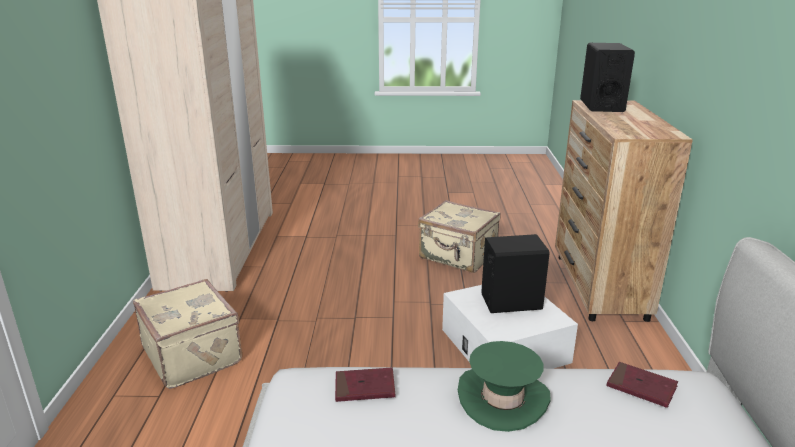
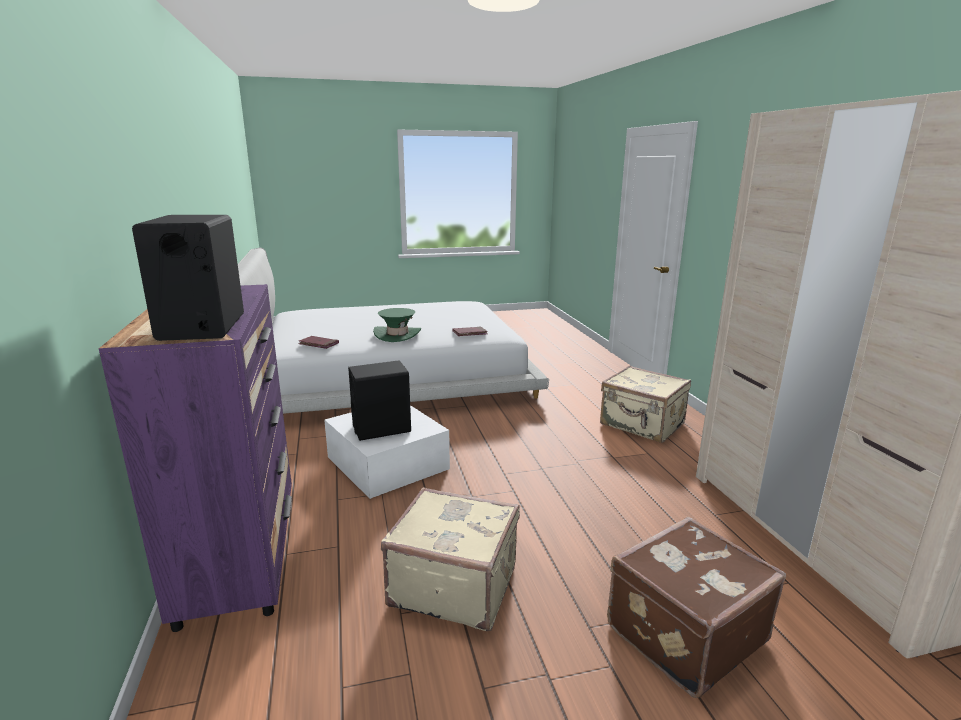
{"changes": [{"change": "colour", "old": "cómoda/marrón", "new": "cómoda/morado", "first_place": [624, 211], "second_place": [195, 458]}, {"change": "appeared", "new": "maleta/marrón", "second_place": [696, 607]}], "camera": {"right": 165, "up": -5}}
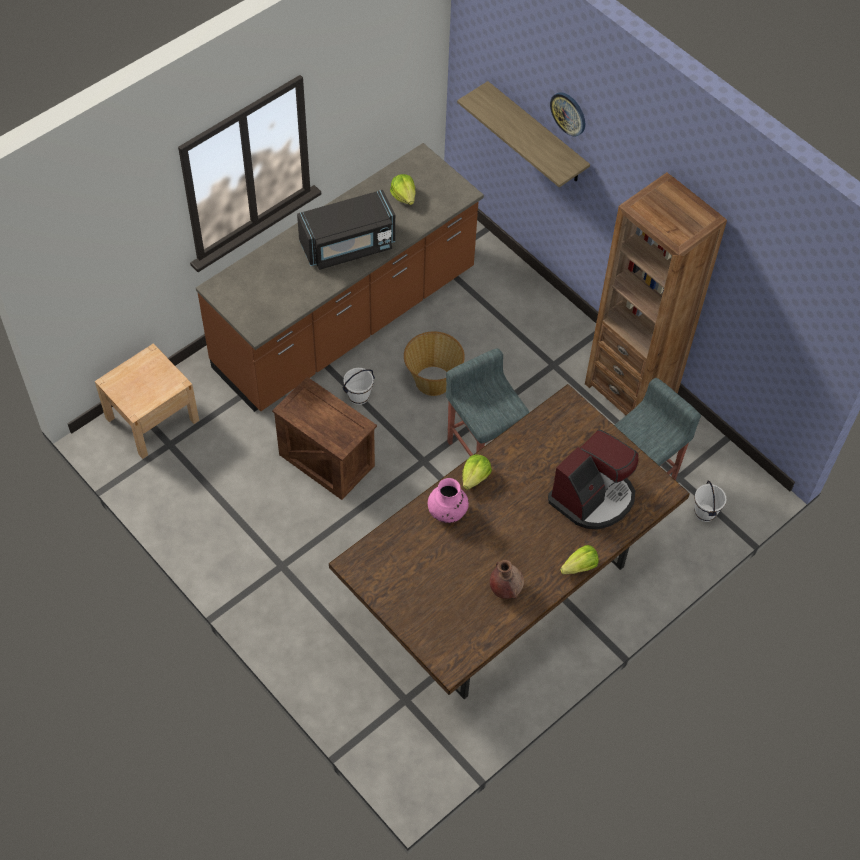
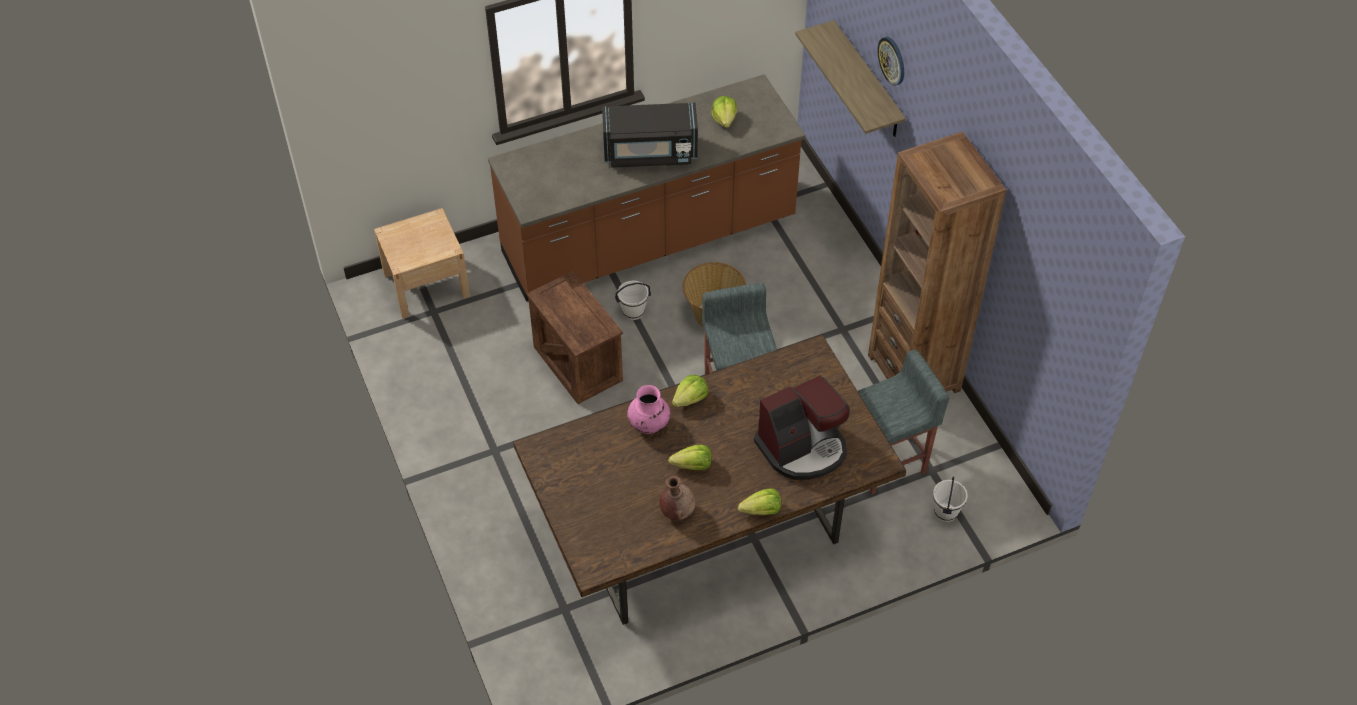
{"changes": [{"change": "appeared", "new": "lechuga", "second_place": [690, 457]}], "camera": {"right": 20, "up": -5}}
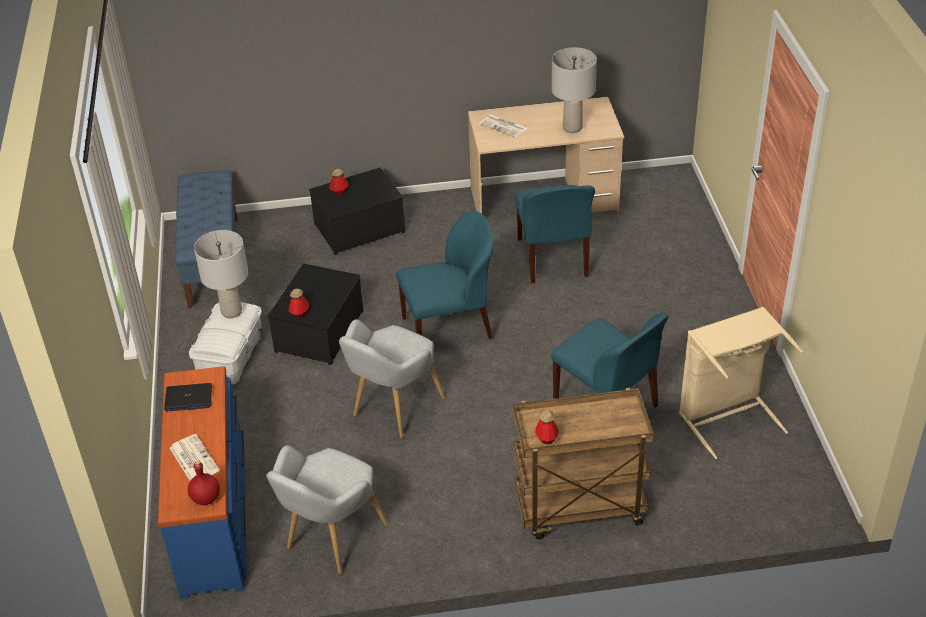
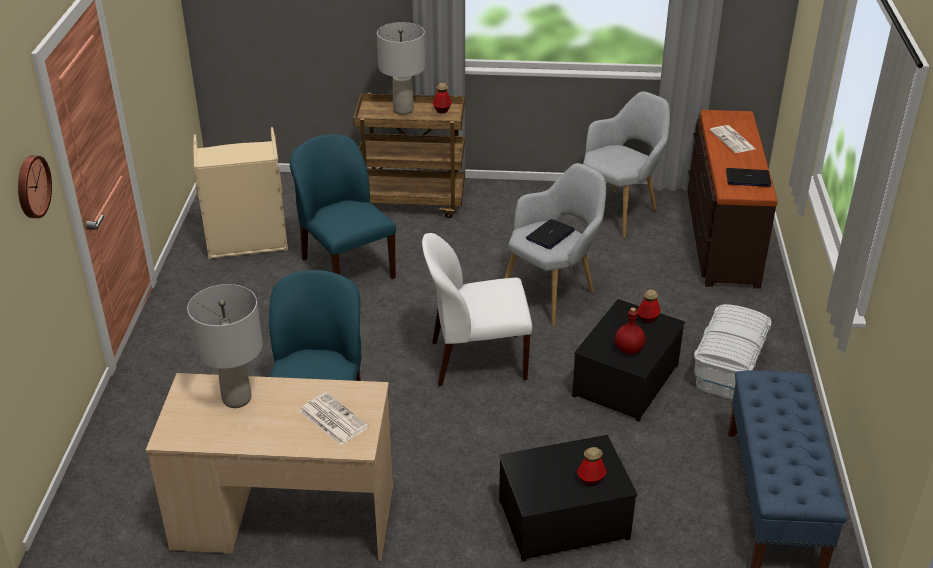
{"changes": [{"change": "colour", "old": "cómoda/azul", "new": "cómoda/marrón", "first_place": [202, 482], "second_place": [732, 199]}, {"change": "relocated", "old": "botella/rojo", "first_place": [204, 482], "second_place": [630, 331]}, {"change": "relocated", "old": "lámpara de mesa/gris", "first_place": [221, 274], "second_place": [401, 68]}, {"change": "colour", "old": "silla/azul", "new": "silla/blanco", "first_place": [445, 275], "second_place": [477, 309]}, {"change": "appeared", "new": "reloj de pared", "second_place": [35, 187]}, {"change": "appeared", "new": "portátil", "second_place": [550, 234]}], "camera": {"right": -170, "up": -5}}
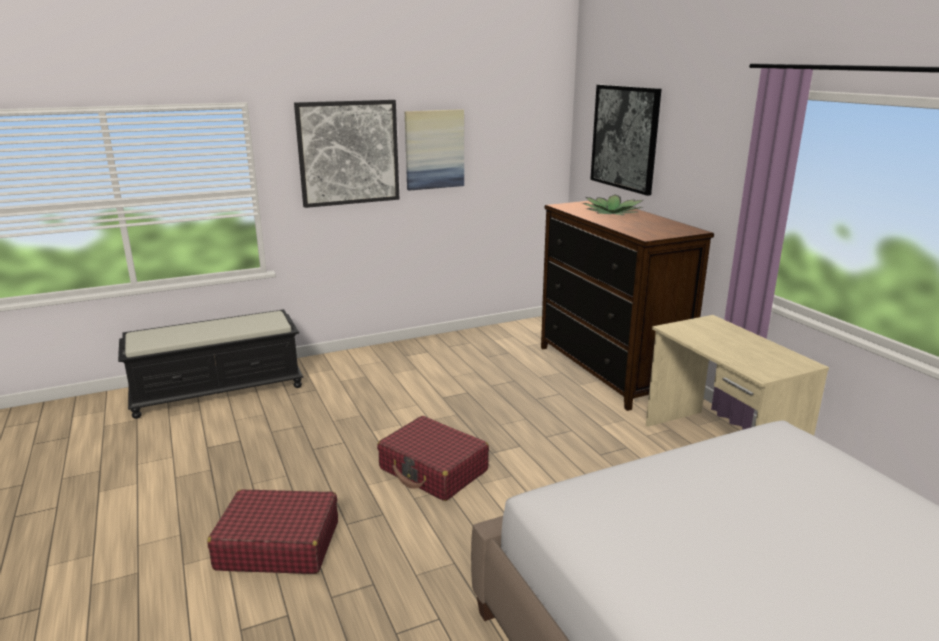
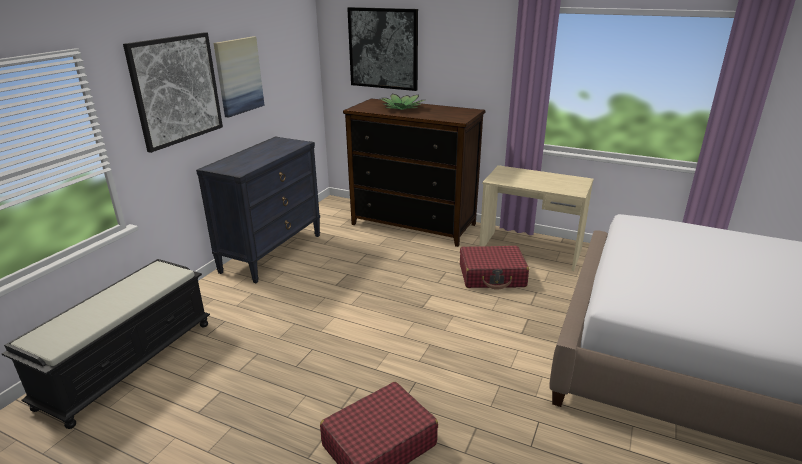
{"changes": [{"change": "relocated", "old": "maleta/rojo", "first_place": [433, 458], "second_place": [494, 268]}, {"change": "appeared", "new": "cómoda/negro", "second_place": [258, 209]}], "camera": {"right": -40, "up": 5}}
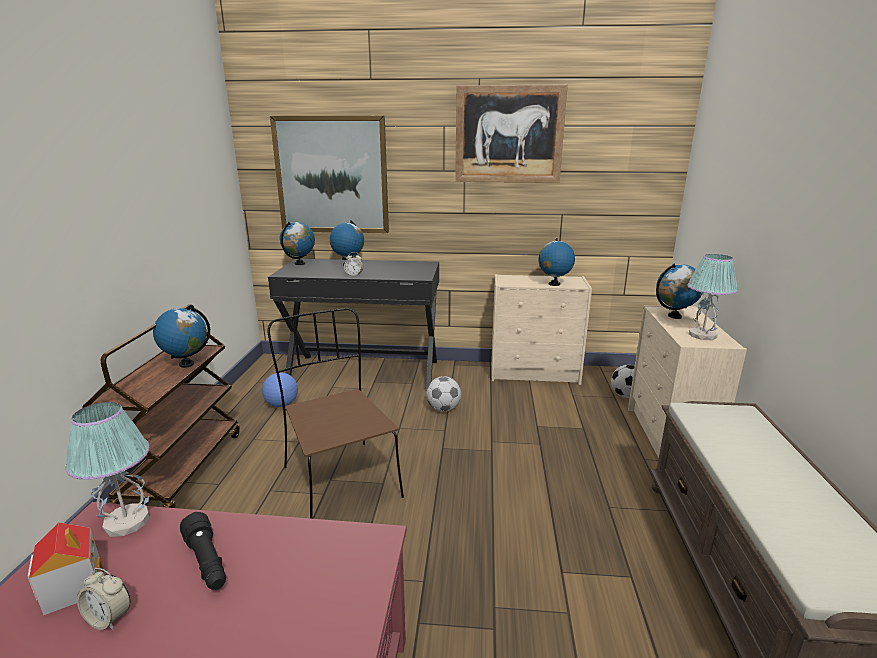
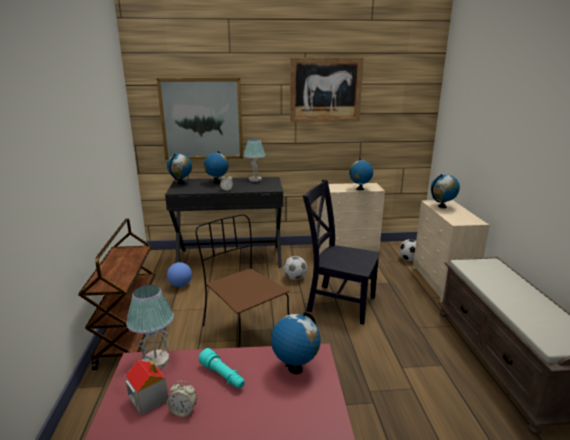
{"changes": [{"change": "relocated", "old": "globo terráqueo", "first_place": [181, 336], "second_place": [296, 343]}, {"change": "colour", "old": "linterna/negro", "new": "linterna/turquesa", "first_place": [203, 551], "second_place": [222, 368]}, {"change": "relocated", "old": "lámpara de mesa", "first_place": [713, 297], "second_place": [254, 160]}, {"change": "appeared", "new": "silla/negro", "second_place": [341, 252]}], "camera": {"right": -10, "up": 0}}
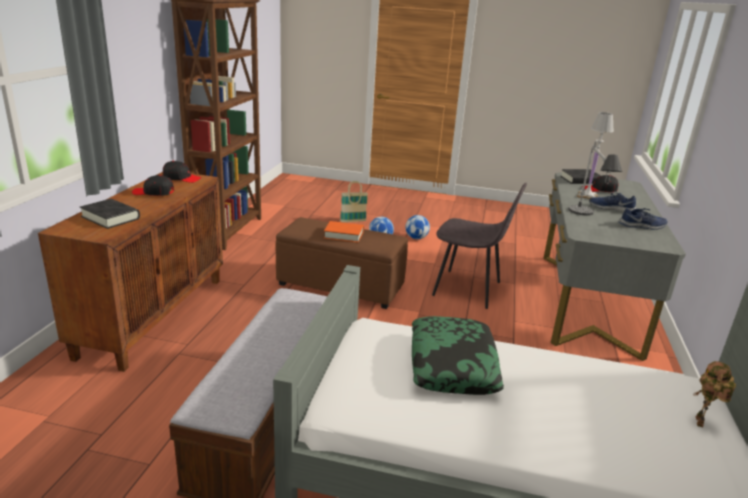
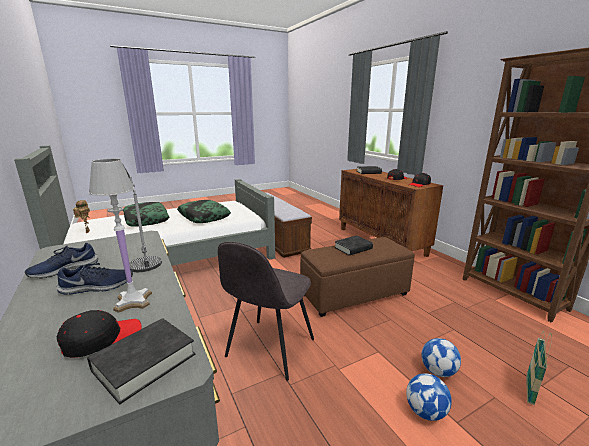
{"changes": [{"change": "colour", "old": "libro/naranja", "new": "libro/negro", "first_place": [344, 232], "second_place": [353, 245]}, {"change": "spun", "old": "silla/gris", "first_place": [479, 246], "second_place": [266, 311], "degrees": -45}, {"change": "appeared", "new": "cojín", "second_place": [146, 214]}], "camera": {"right": 140, "up": -5}}
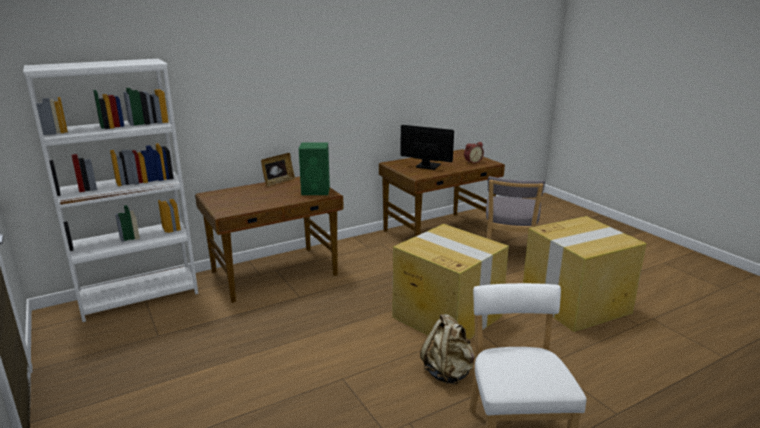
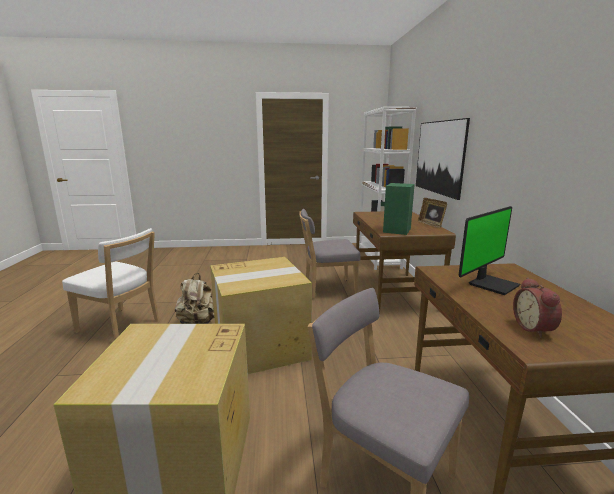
{"changes": [{"change": "appeared", "new": "silla/gris", "second_place": [330, 253]}, {"change": "appeared", "new": "cuadro", "second_place": [443, 159]}], "camera": {"right": 115, "up": -5}}
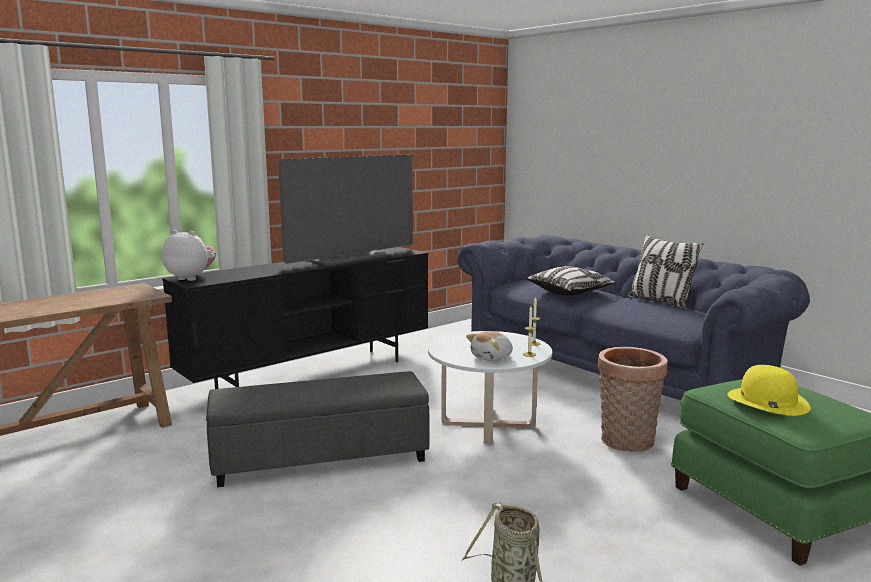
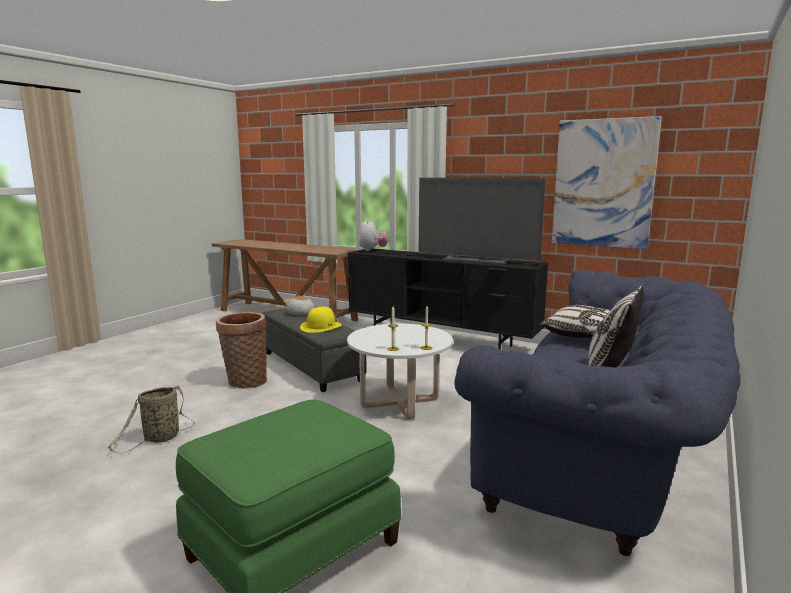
{"changes": [{"change": "relocated", "old": "peluche", "first_place": [489, 346], "second_place": [299, 305]}, {"change": "relocated", "old": "cesta", "first_place": [633, 399], "second_place": [241, 350]}, {"change": "relocated", "old": "sombrero/amarillo", "first_place": [769, 390], "second_place": [321, 320]}, {"change": "appeared", "new": "cuadro", "second_place": [607, 182]}], "camera": {"right": 70, "up": 0}}
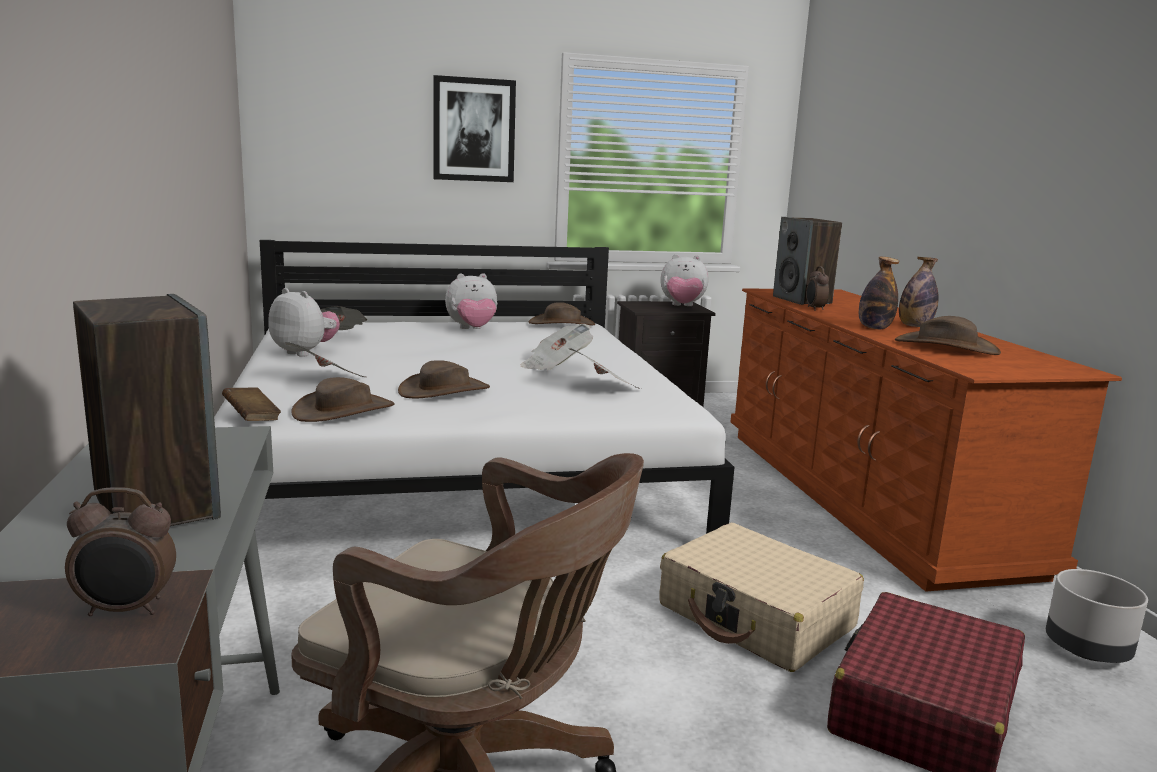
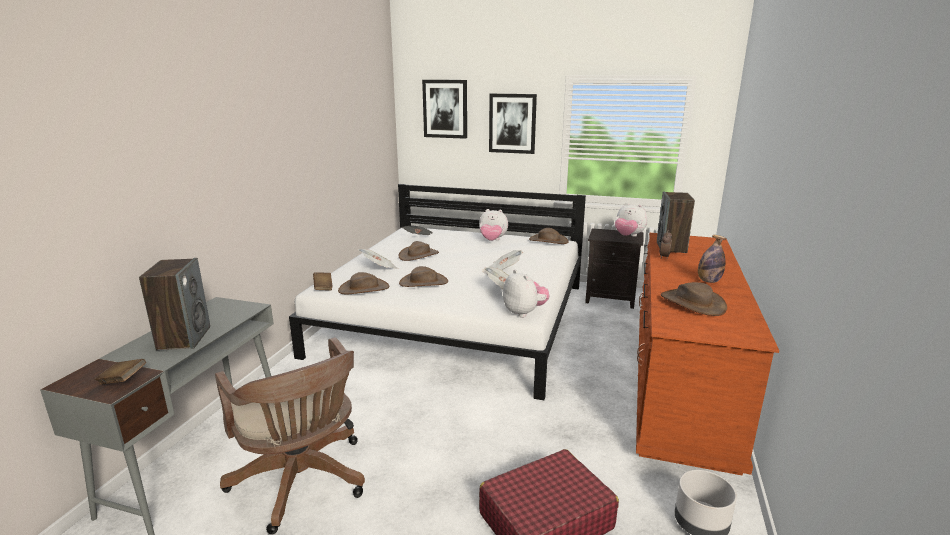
{"changes": [{"change": "exchanged", "old": "despertador", "new": "libro/marrón", "first_place": [120, 551], "second_place": [120, 372]}, {"change": "relocated", "old": "peluche", "first_place": [304, 322], "second_place": [526, 294]}, {"change": "missing", "old": "maleta/beis", "first_place": [761, 597]}, {"change": "missing", "old": "botella", "first_place": [879, 293]}, {"change": "appeared", "new": "sombrero/marrón", "second_place": [418, 251]}, {"change": "appeared", "new": "cuadro", "second_place": [444, 109]}], "camera": {"right": 30, "up": 5}}
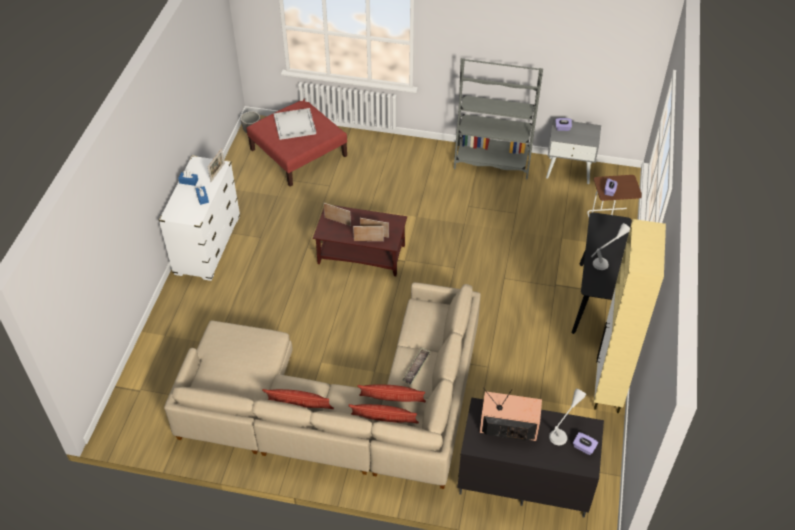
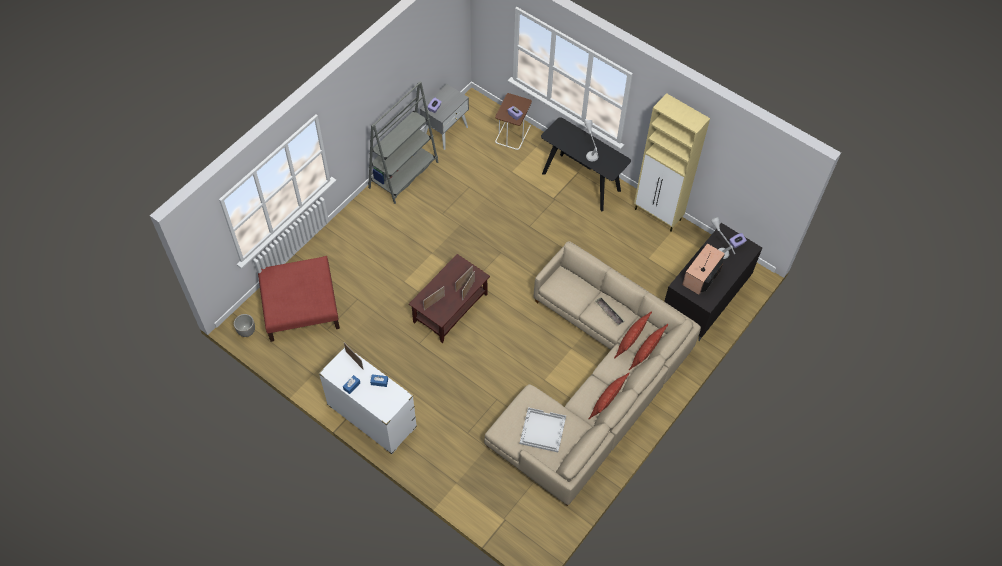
{"changes": [{"change": "relocated", "old": "bandeja/blanco", "first_place": [295, 124], "second_place": [543, 429]}], "camera": {"right": -65, "up": 10}}
